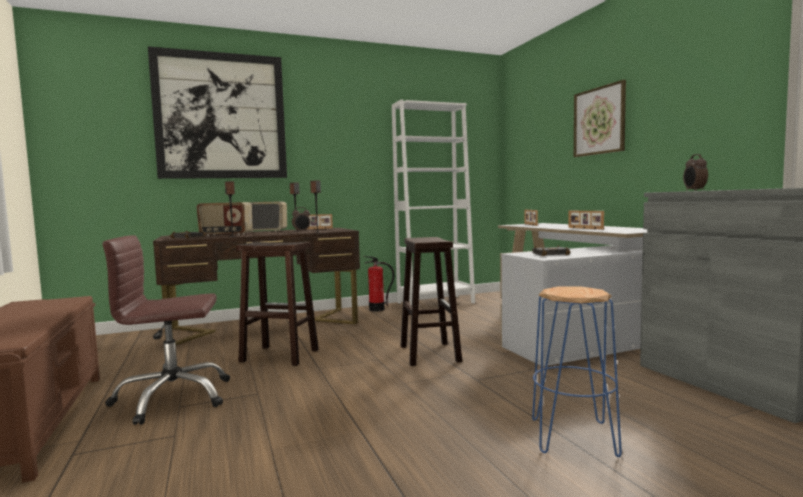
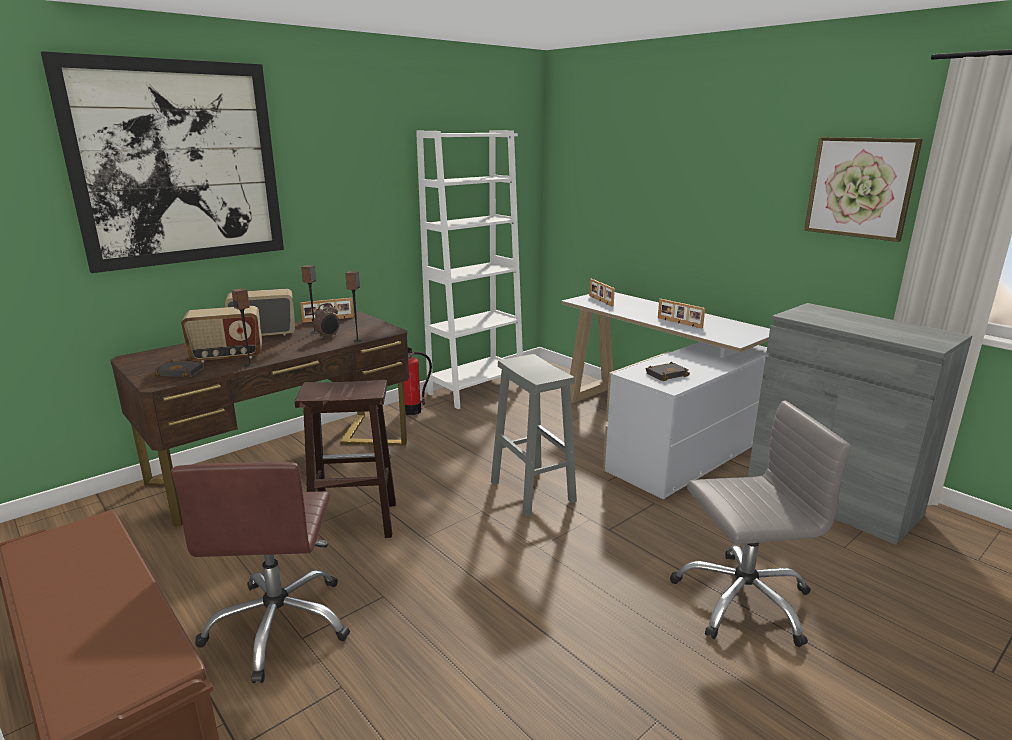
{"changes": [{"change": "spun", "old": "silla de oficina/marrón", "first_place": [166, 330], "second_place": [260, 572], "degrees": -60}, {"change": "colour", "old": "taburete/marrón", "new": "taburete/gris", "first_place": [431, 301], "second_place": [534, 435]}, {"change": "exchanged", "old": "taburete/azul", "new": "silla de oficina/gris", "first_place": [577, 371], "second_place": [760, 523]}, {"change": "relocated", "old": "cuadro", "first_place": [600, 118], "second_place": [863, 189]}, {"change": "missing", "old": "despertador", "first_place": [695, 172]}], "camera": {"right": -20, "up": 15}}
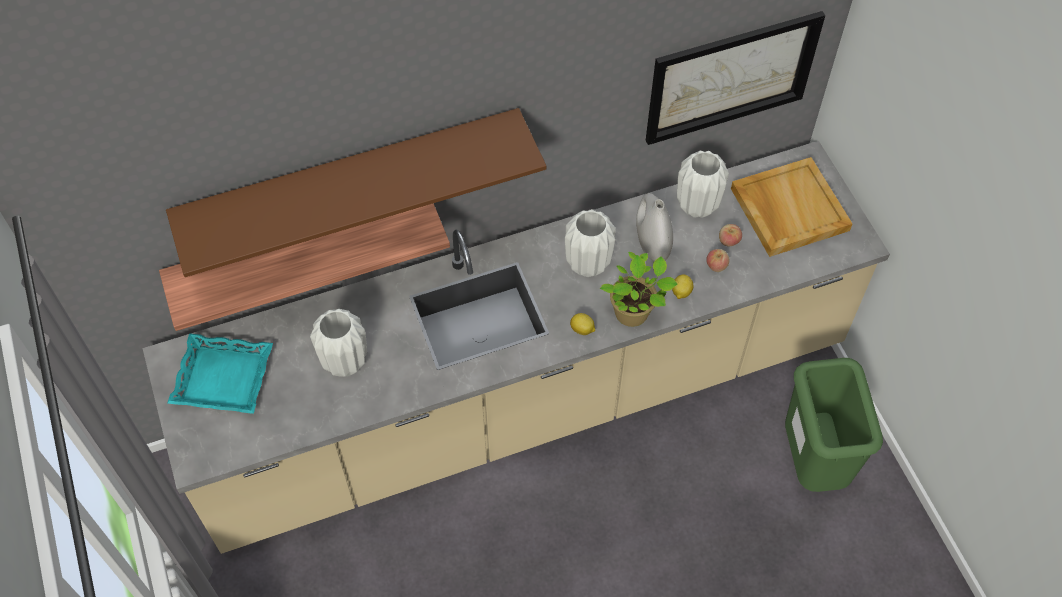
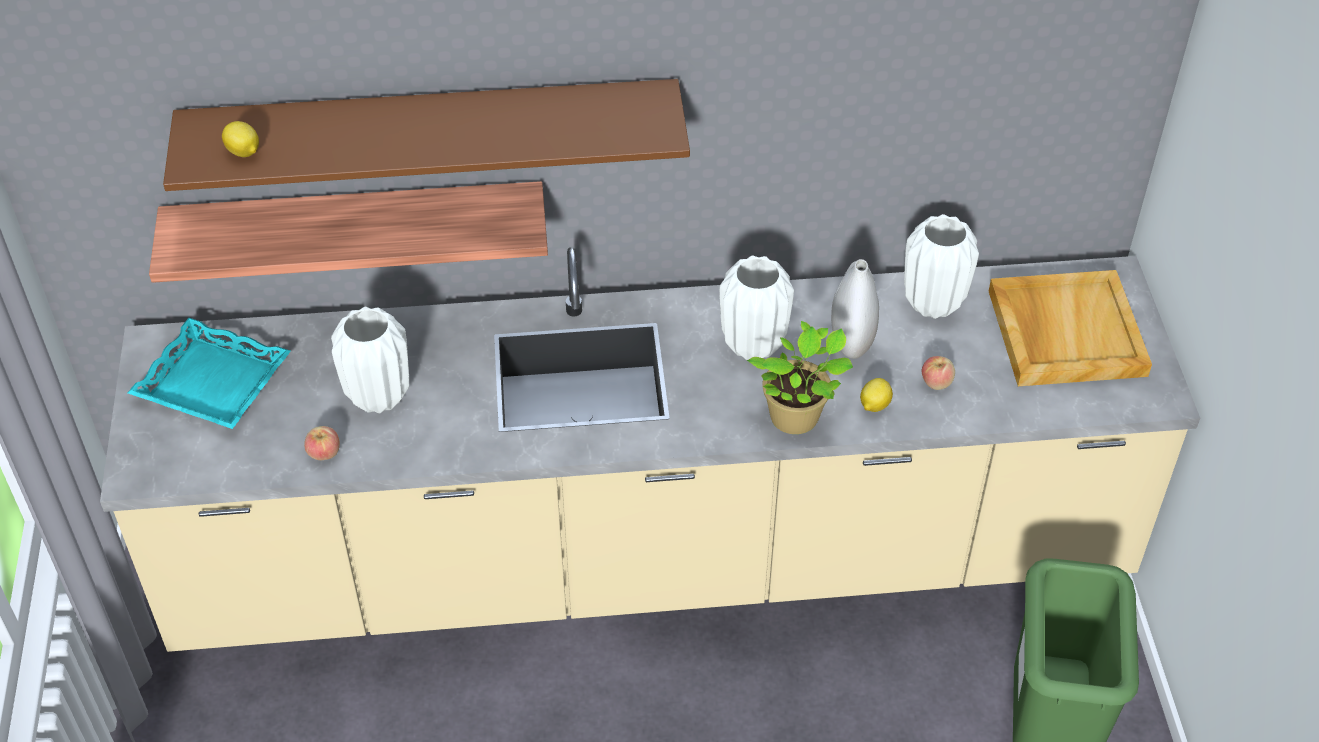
{"changes": [{"change": "relocated", "old": "limón", "first_place": [582, 324], "second_place": [240, 139]}, {"change": "missing", "old": "cuadro", "first_place": [735, 78]}, {"change": "relocated", "old": "manzana", "first_place": [730, 235], "second_place": [322, 443]}], "camera": {"right": 15, "up": -10}}
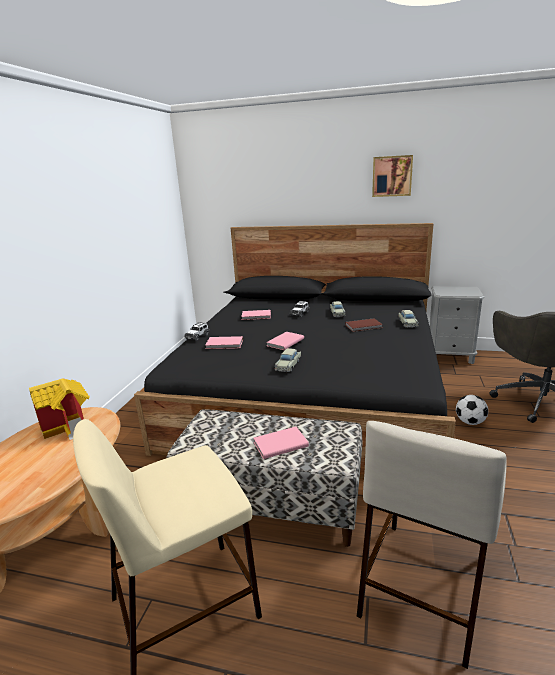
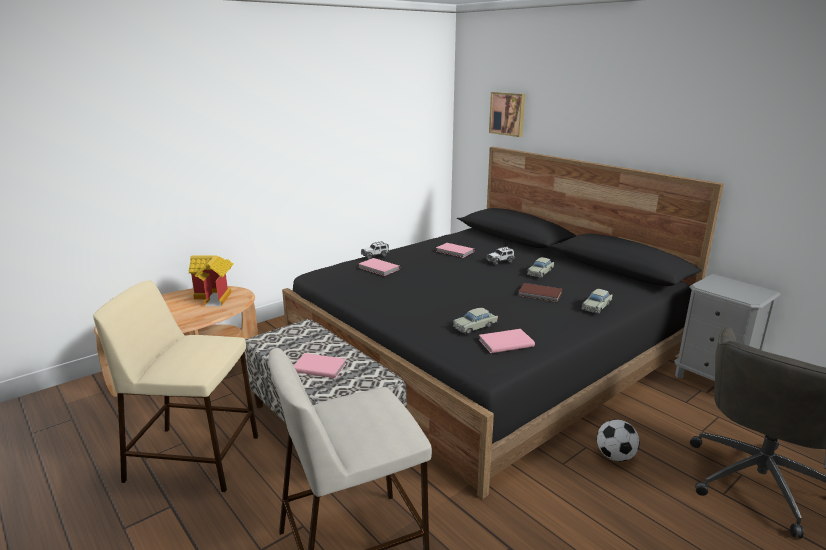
{"changes": [{"change": "relocated", "old": "libro/rosa", "first_place": [285, 341], "second_place": [507, 341]}, {"change": "relocated", "old": "coche de juguete/beis", "first_place": [287, 360], "second_place": [475, 321]}, {"change": "relocated", "old": "cuadro", "first_place": [392, 176], "second_place": [507, 114]}], "camera": {"right": 35, "up": 0}}
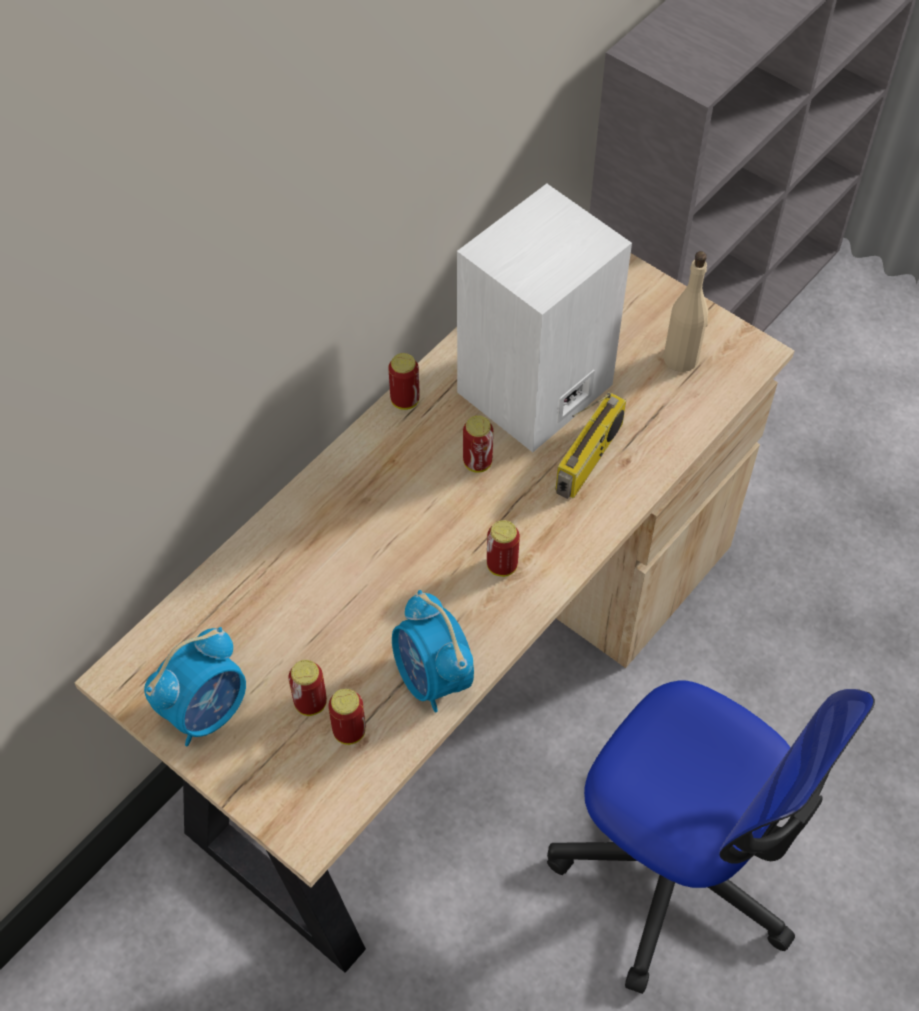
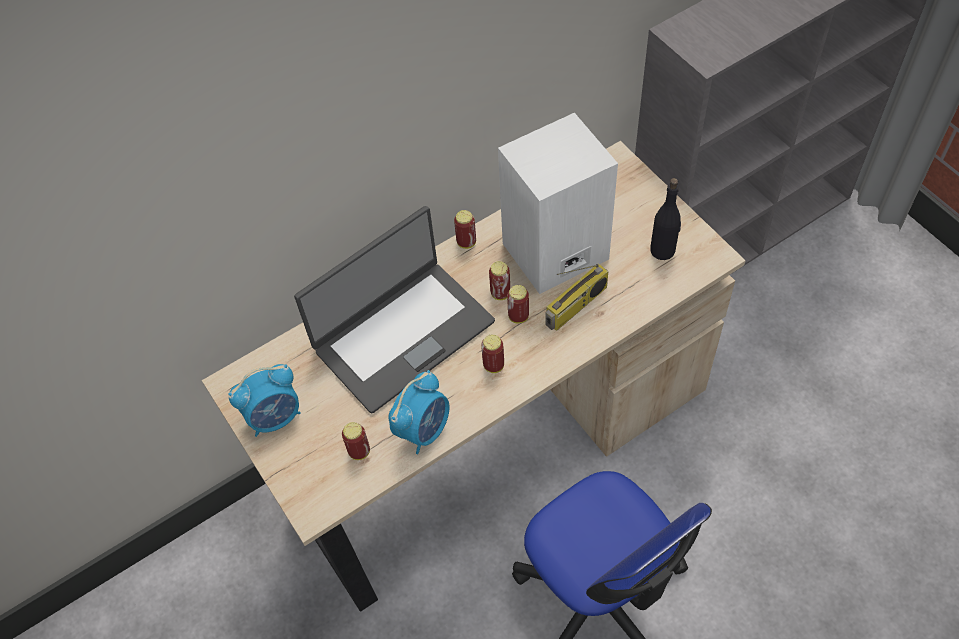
{"changes": [{"change": "relocated", "old": "lata", "first_place": [307, 688], "second_place": [518, 304]}, {"change": "spun", "old": "despertador", "first_place": [433, 651], "second_place": [419, 412], "degrees": -135}, {"change": "colour", "old": "botella/beis", "new": "botella/negro", "first_place": [685, 311], "second_place": [665, 219]}, {"change": "appeared", "new": "portátil", "second_place": [394, 309]}], "camera": {"right": 20, "up": 0}}
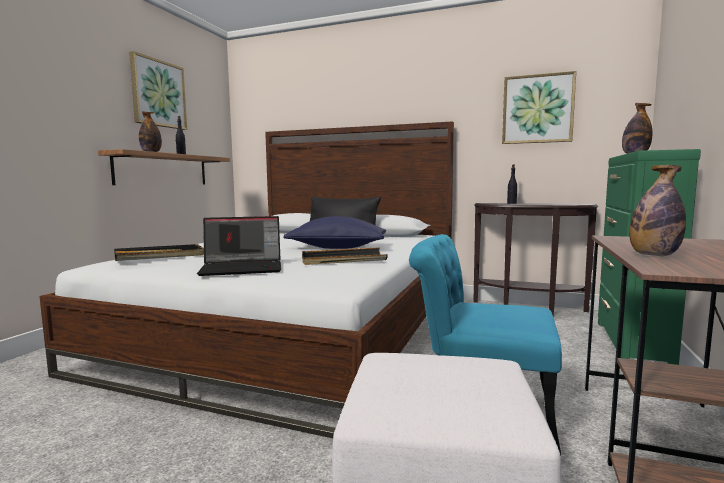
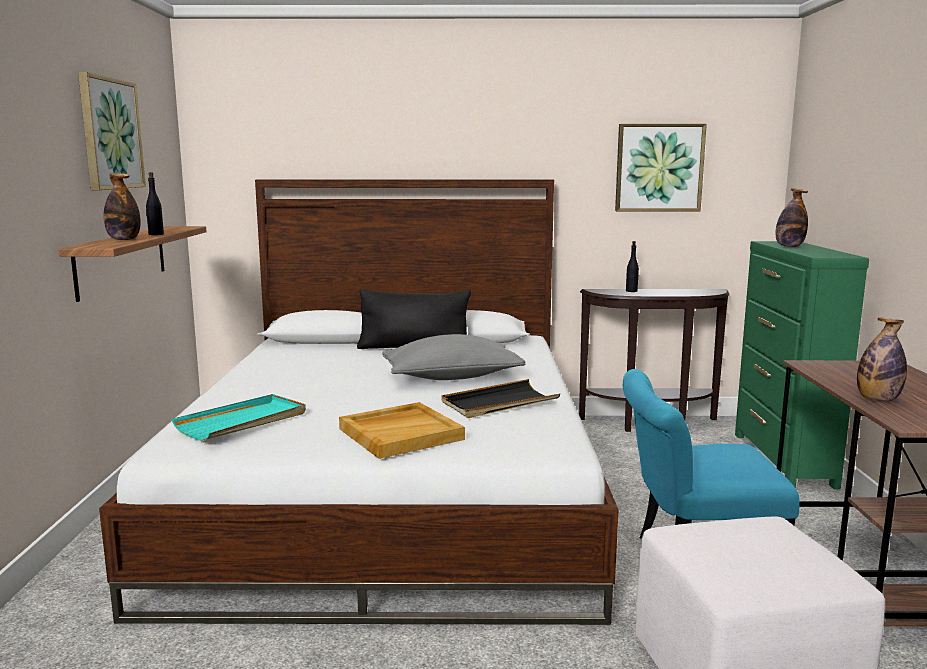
{"changes": [{"change": "colour", "old": "bandeja/negro", "new": "bandeja/turquesa", "first_place": [159, 252], "second_place": [239, 417]}, {"change": "exchanged", "old": "portátil", "new": "bandeja/beis", "first_place": [239, 246], "second_place": [402, 430]}, {"change": "colour", "old": "cojín/azul", "new": "cojín/gris", "first_place": [334, 232], "second_place": [453, 357]}], "camera": {"right": -20, "up": 5}}
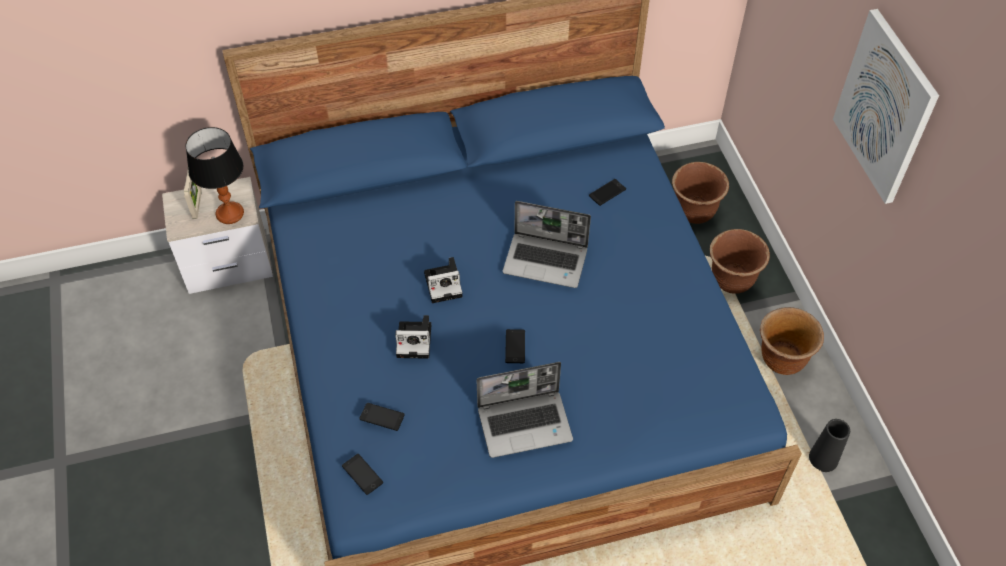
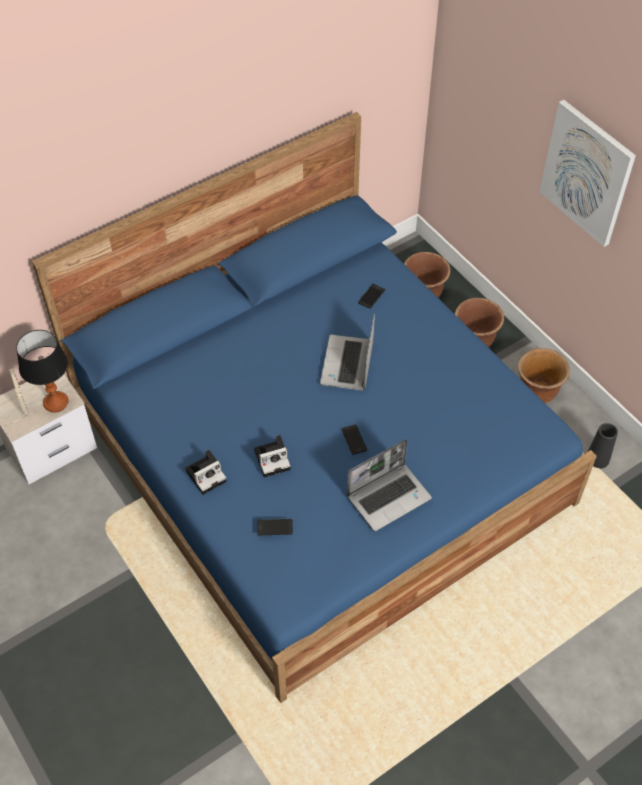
{"changes": [{"change": "missing", "old": "móvil", "first_place": [362, 474]}, {"change": "relocated", "old": "cámara", "first_place": [443, 280], "second_place": [206, 472]}, {"change": "spun", "old": "portátil", "first_place": [547, 244], "second_place": [347, 352], "degrees": 105}], "camera": {"right": -20, "up": 0}}
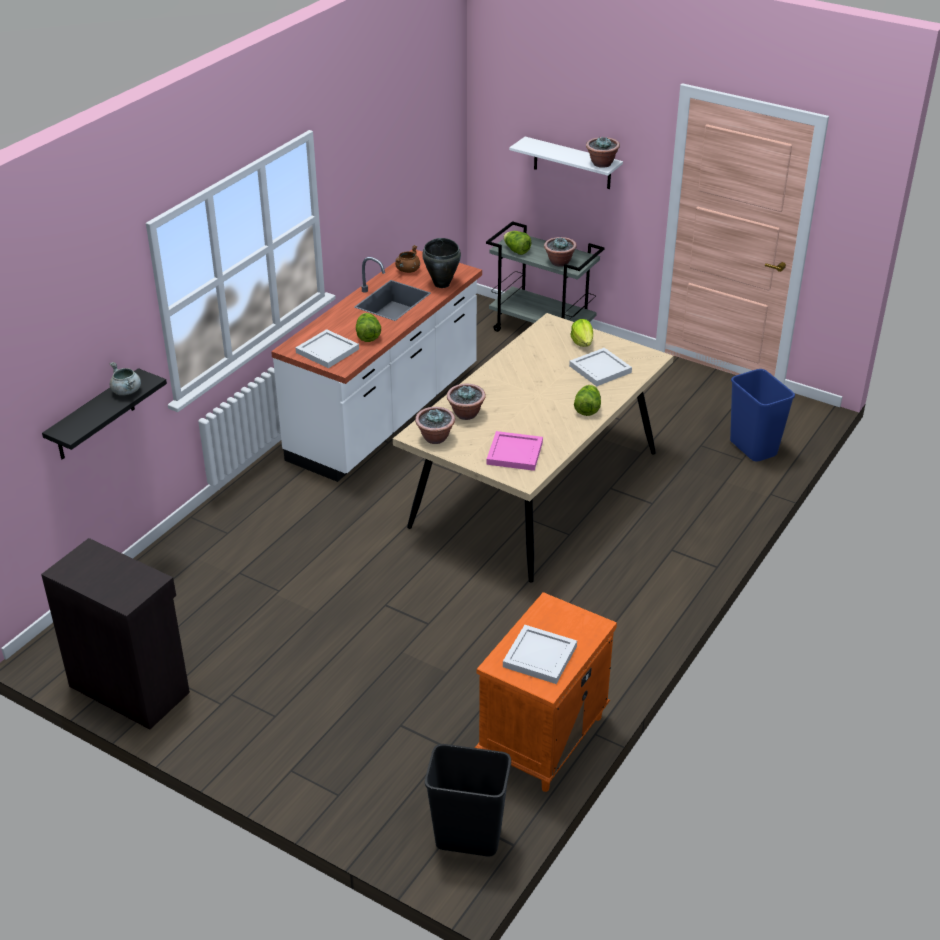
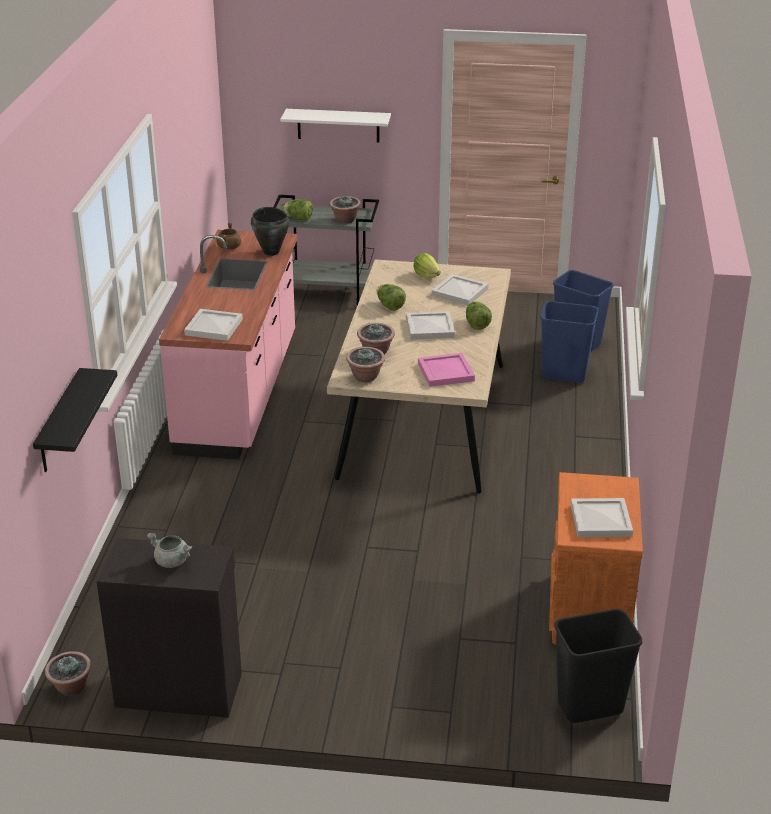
{"changes": [{"change": "relocated", "old": "olla/gris", "first_place": [125, 378], "second_place": [169, 550]}, {"change": "colour", "old": "mueble bajo de cocina/blanco", "new": "mueble bajo de cocina/rosa", "first_place": [376, 366], "second_place": [228, 344]}, {"change": "relocated", "old": "lechuga", "first_place": [368, 327], "second_place": [391, 297]}, {"change": "relocated", "old": "planta en maceta", "first_place": [603, 152], "second_place": [68, 673]}, {"change": "appeared", "new": "bandeja/blanco", "second_place": [430, 325]}, {"change": "appeared", "new": "papelera/azul", "second_place": [569, 342]}], "camera": {"right": -25, "up": -5}}
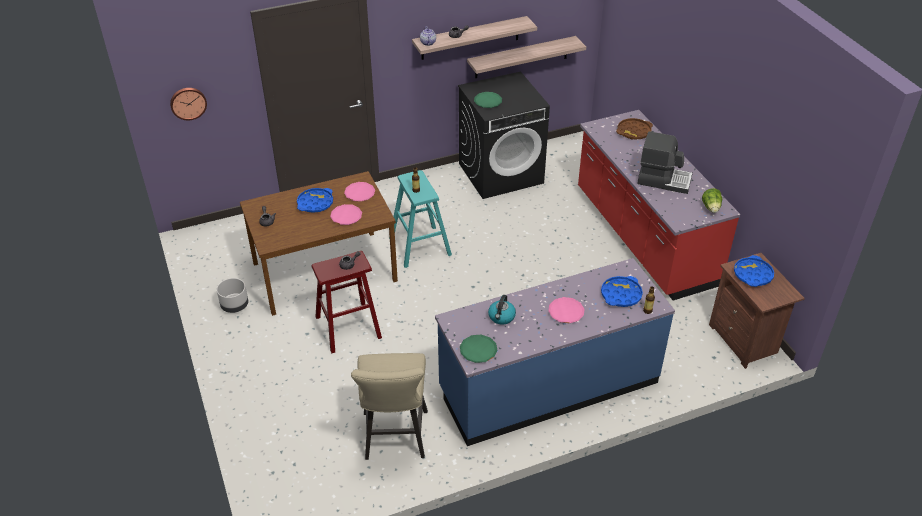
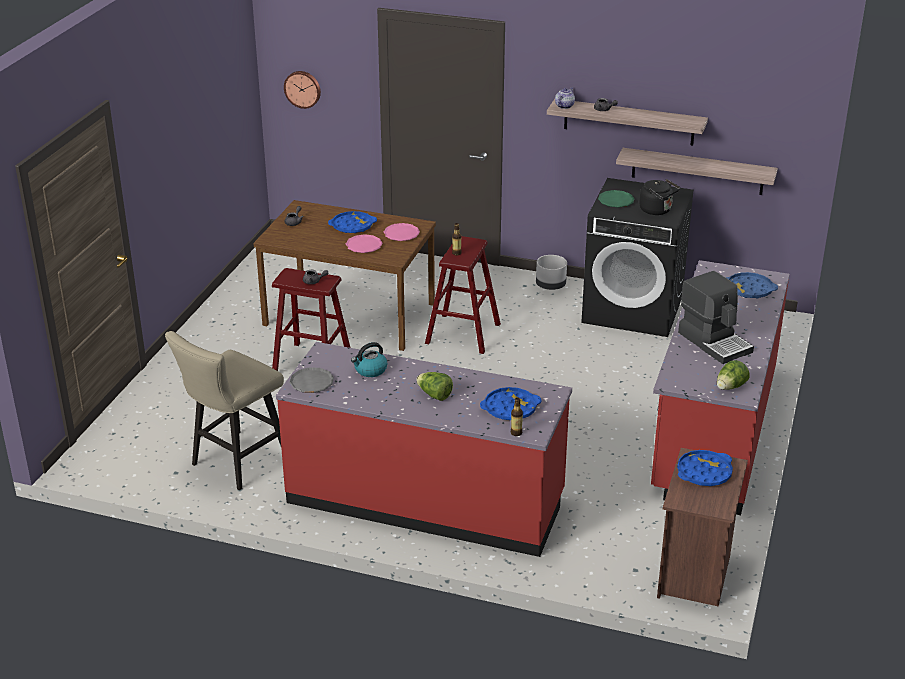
{"changes": [{"change": "relocated", "old": "maceta/gris", "first_place": [232, 295], "second_place": [551, 272]}, {"change": "colour", "old": "taburete/turquesa", "new": "taburete/rojo", "first_place": [420, 219], "second_place": [463, 295]}, {"change": "colour", "old": "mueble bajo de cocina/azul", "new": "mueble bajo de cocina/rojo", "first_place": [555, 352], "second_place": [424, 449]}, {"change": "colour", "old": "plato/verde", "new": "plato/gris", "first_place": [478, 349], "second_place": [311, 380]}, {"change": "exchanged", "old": "plato/rosa", "new": "lechuga", "first_place": [566, 310], "second_place": [434, 386]}, {"change": "colour", "old": "bandeja/marrón", "new": "bandeja/azul", "first_place": [634, 129], "second_place": [752, 285]}, {"change": "appeared", "new": "hervidor/negro", "second_place": [659, 197]}], "camera": {"right": 40, "up": -10}}
